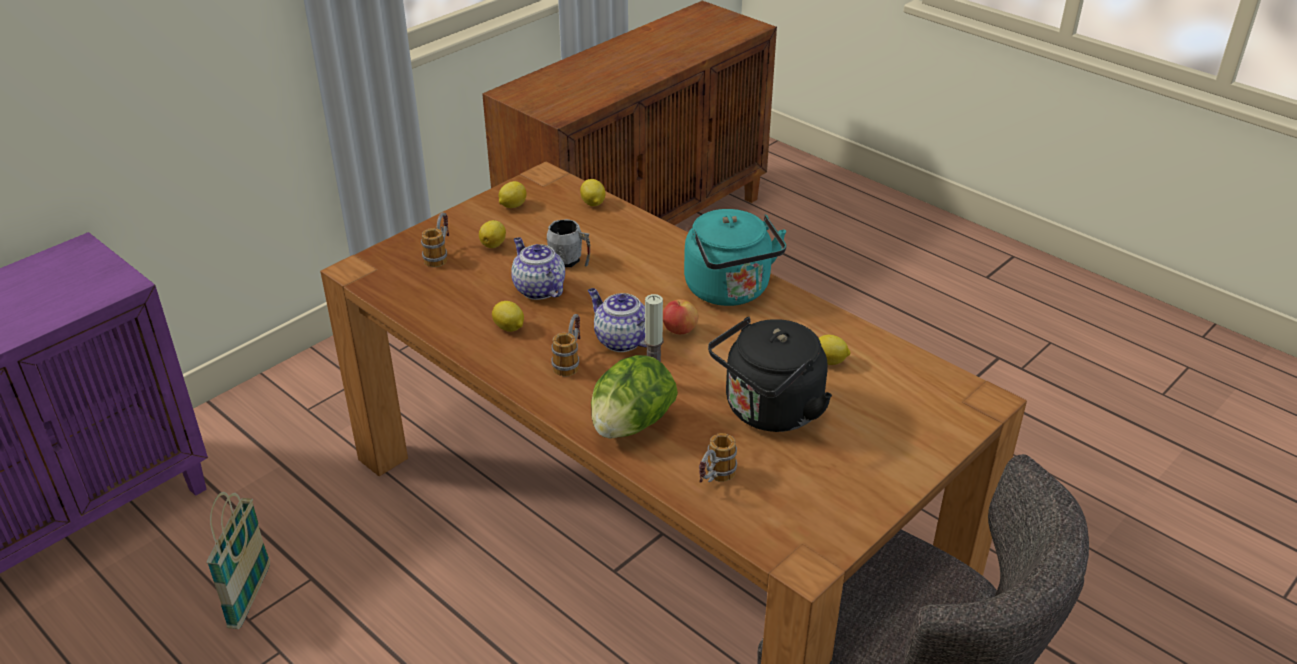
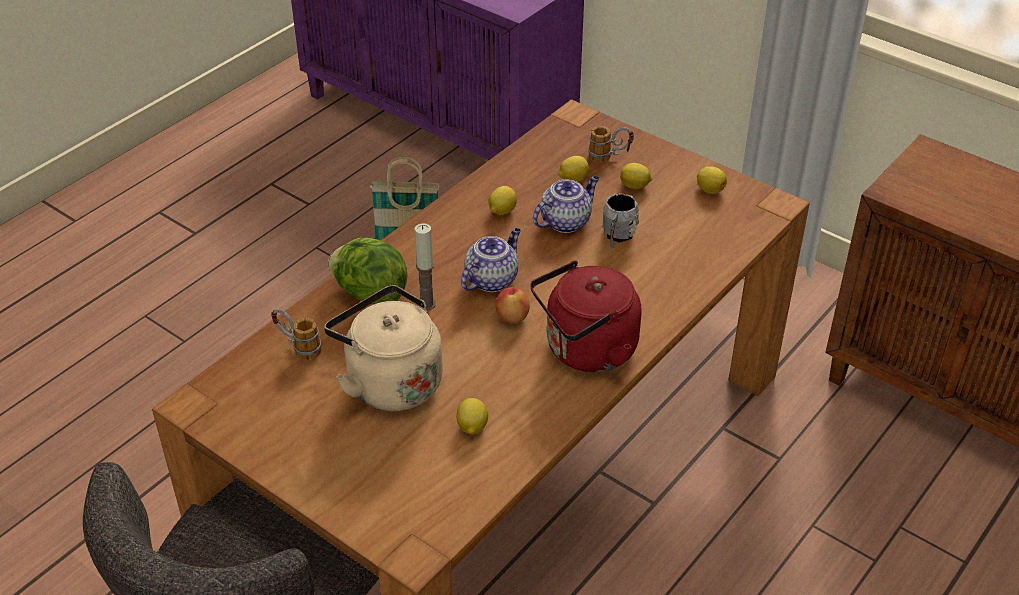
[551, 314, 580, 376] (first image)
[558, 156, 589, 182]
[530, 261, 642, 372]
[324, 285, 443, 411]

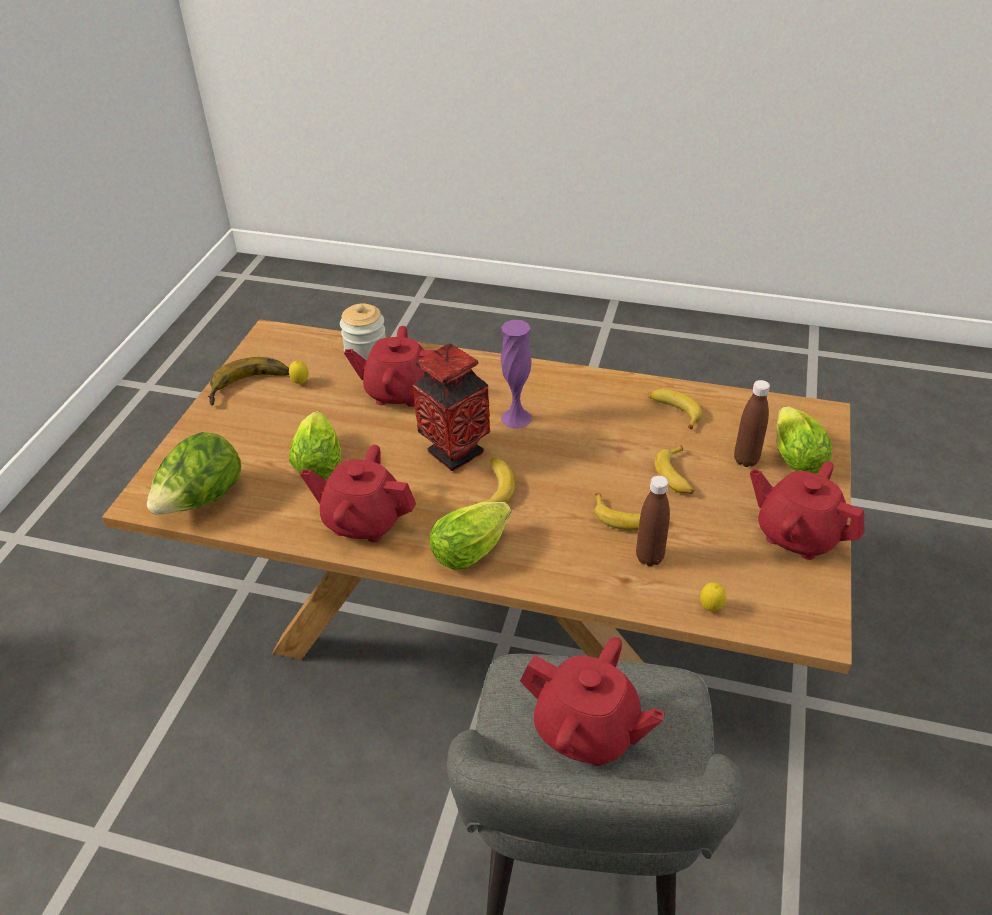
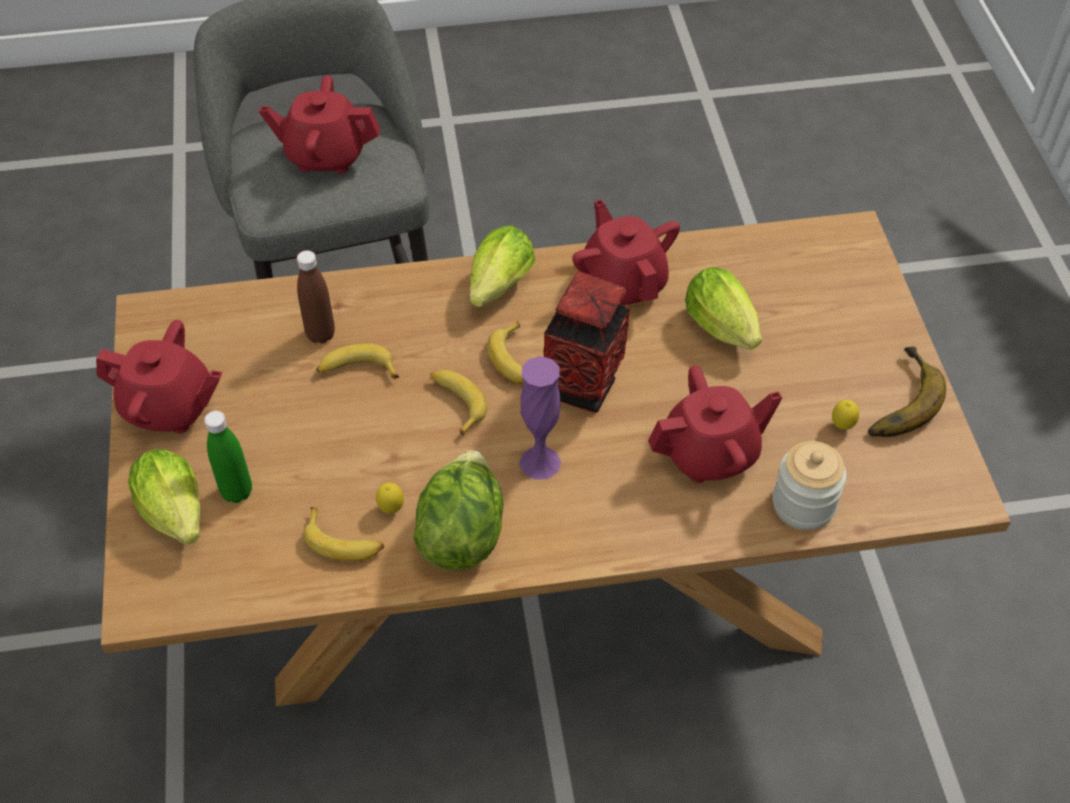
[413, 450, 504, 571]
[430, 370, 487, 436]
[376, 483, 404, 514]
[204, 411, 252, 503]
[572, 199, 680, 305]

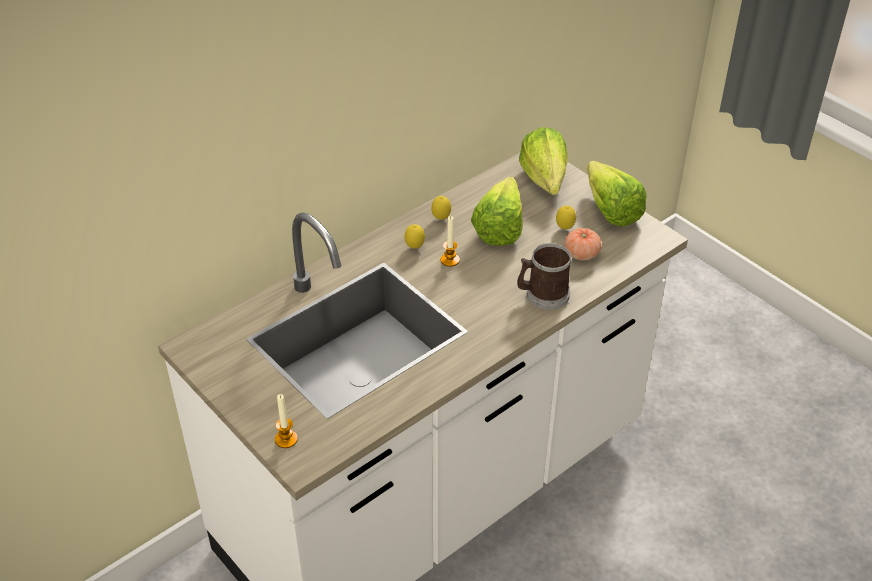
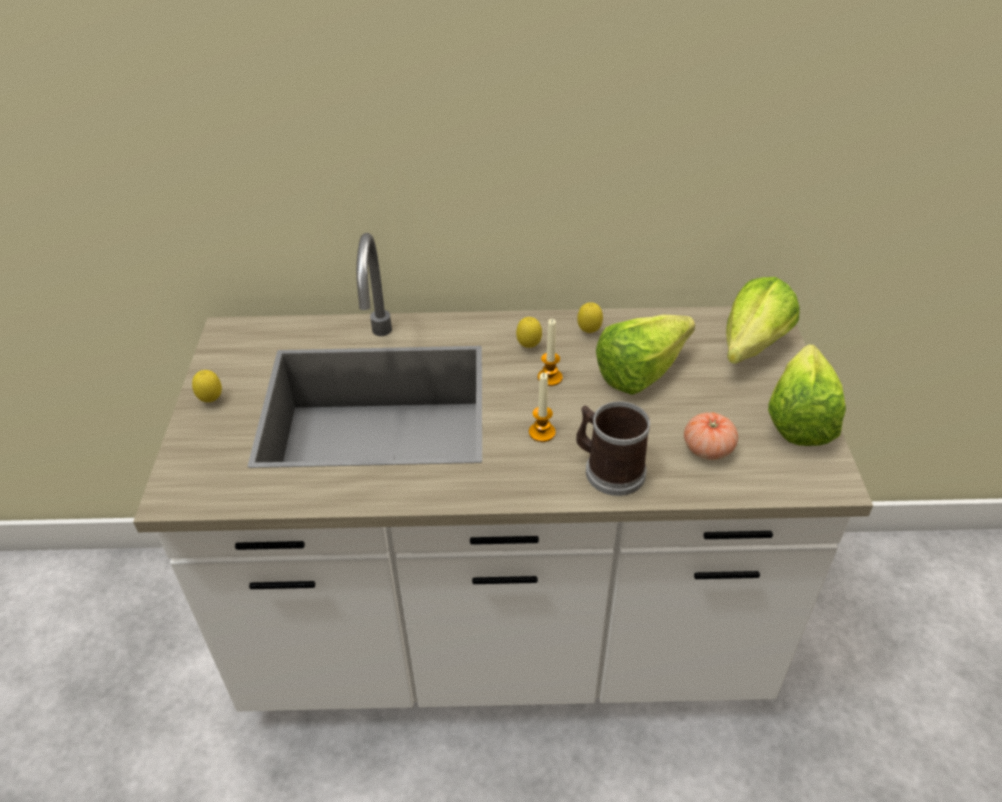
[529, 373, 556, 442]
[192, 370, 222, 402]

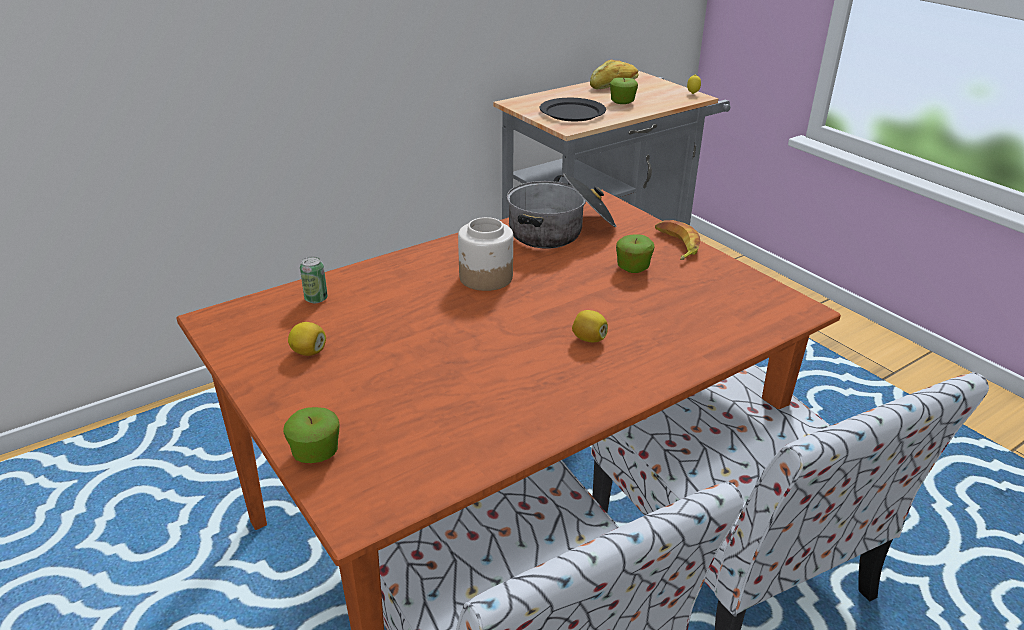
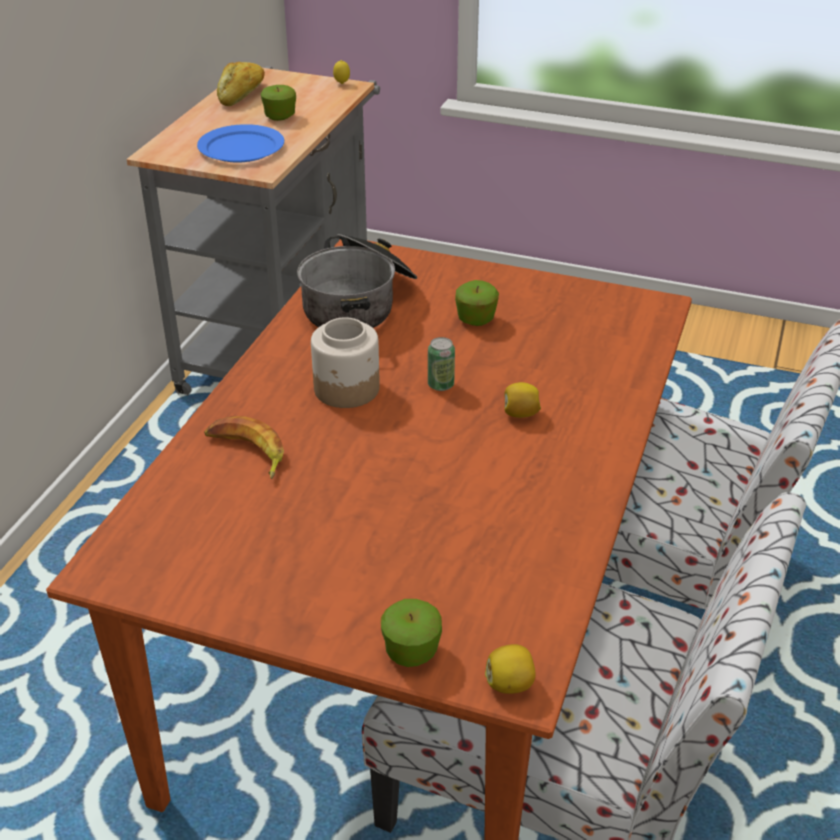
[485, 644, 535, 694]
[428, 337, 455, 391]
[204, 416, 284, 479]
[197, 124, 284, 163]

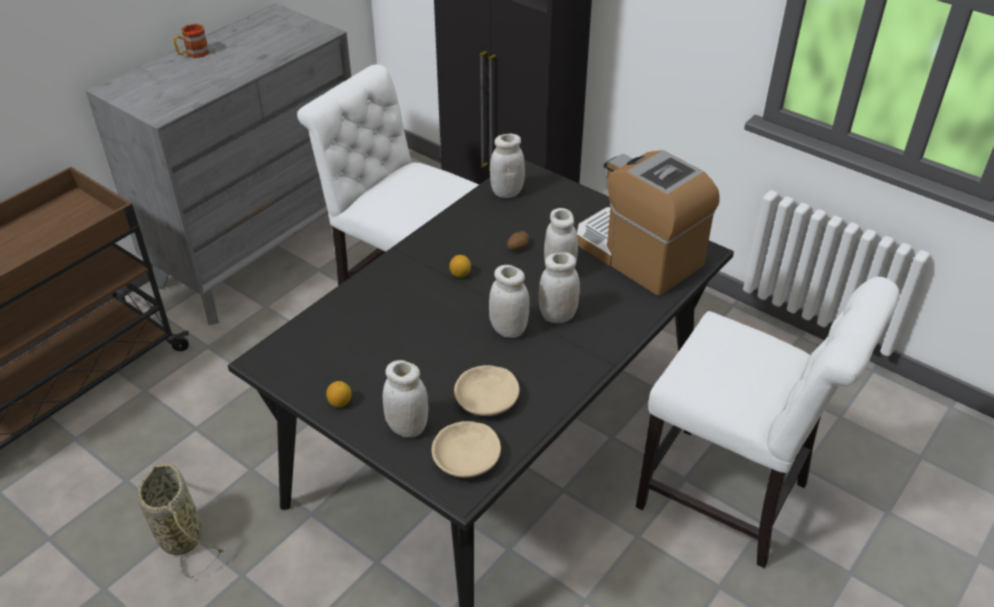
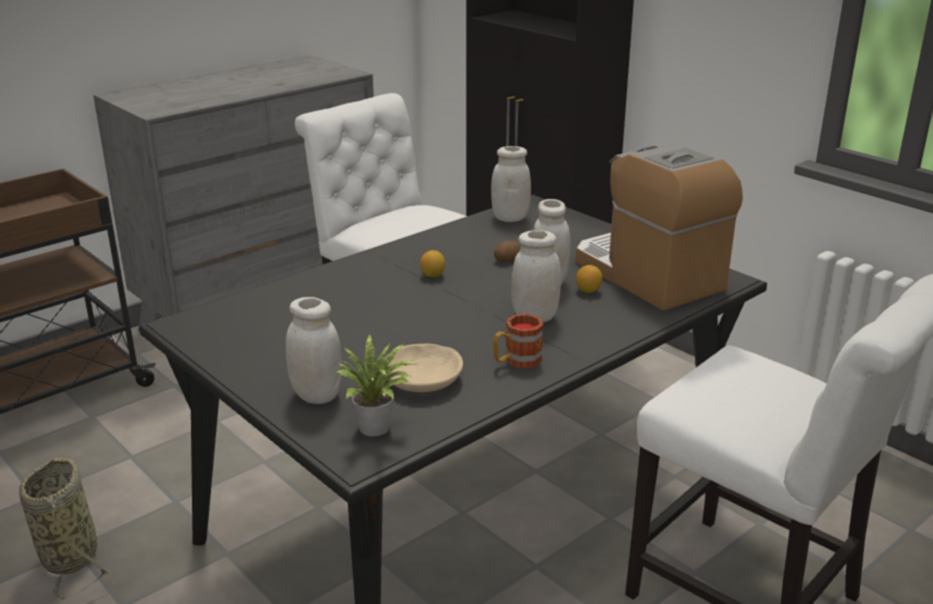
[489, 265, 529, 338] (first image)
[493, 314, 544, 368]
[576, 265, 603, 293]
[336, 334, 416, 436]

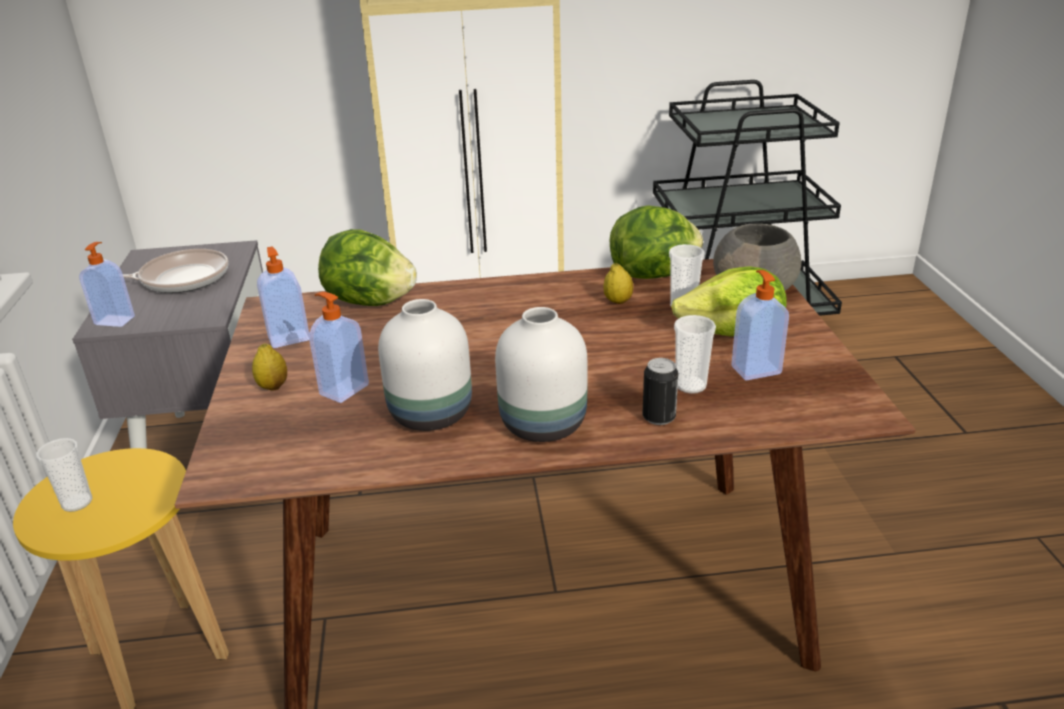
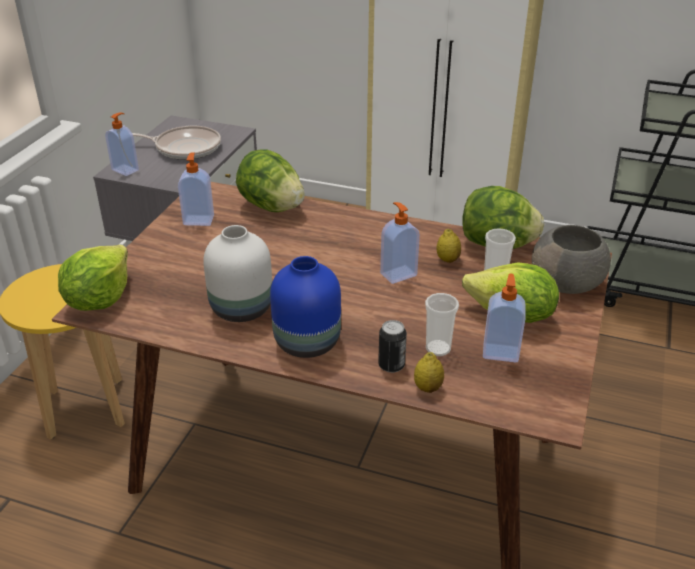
[36, 438, 92, 512] (first image)
[58, 245, 128, 311]
[414, 352, 444, 393]
[380, 202, 420, 284]
[270, 256, 341, 358]

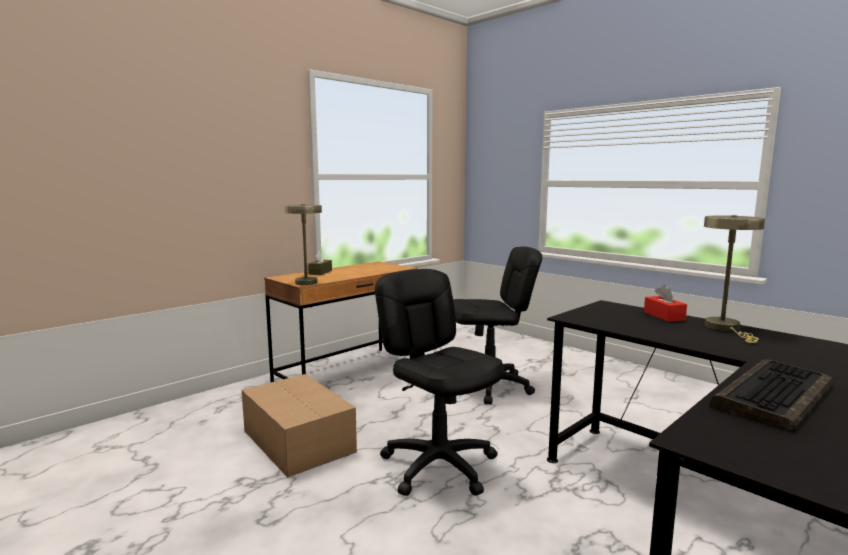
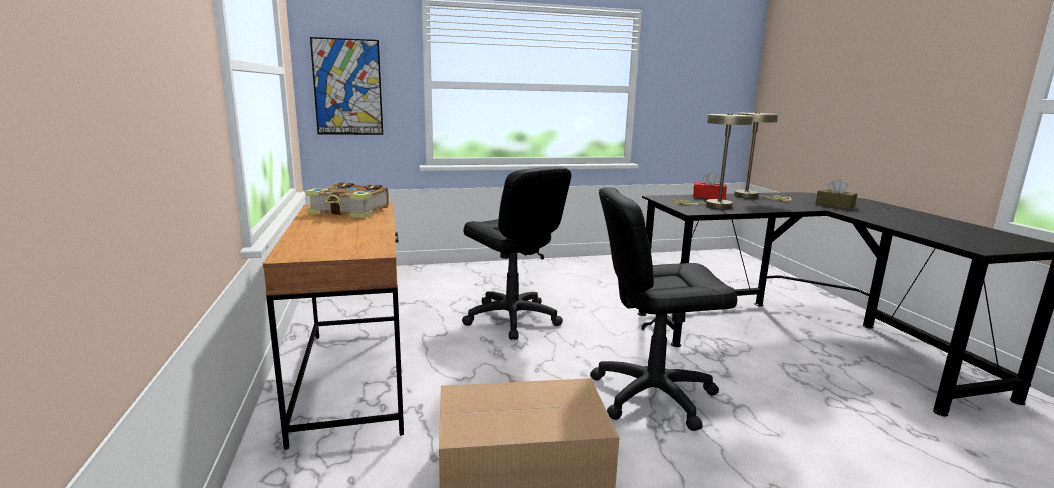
[710, 359, 834, 433] (first image)
[305, 182, 389, 218]
[310, 37, 383, 135]
[672, 113, 753, 209]
[816, 179, 857, 209]
[462, 166, 571, 340]

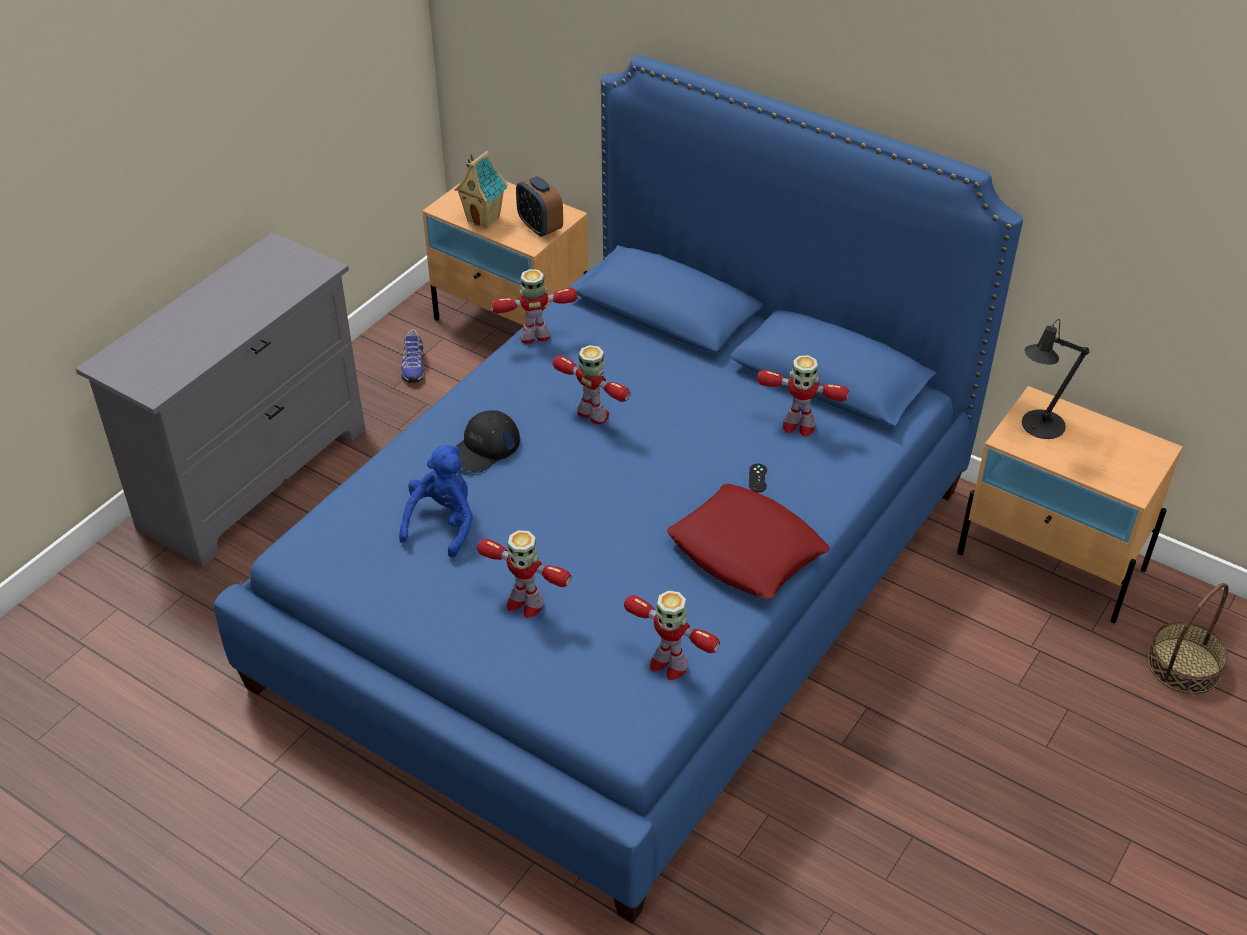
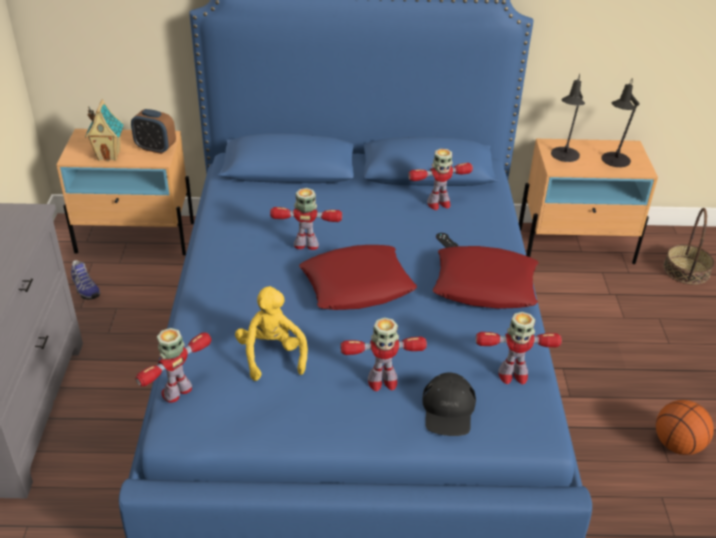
[299, 245, 417, 310]
[601, 78, 640, 167]
[656, 400, 714, 455]
[422, 372, 476, 436]
[135, 328, 211, 403]
[235, 286, 308, 381]

